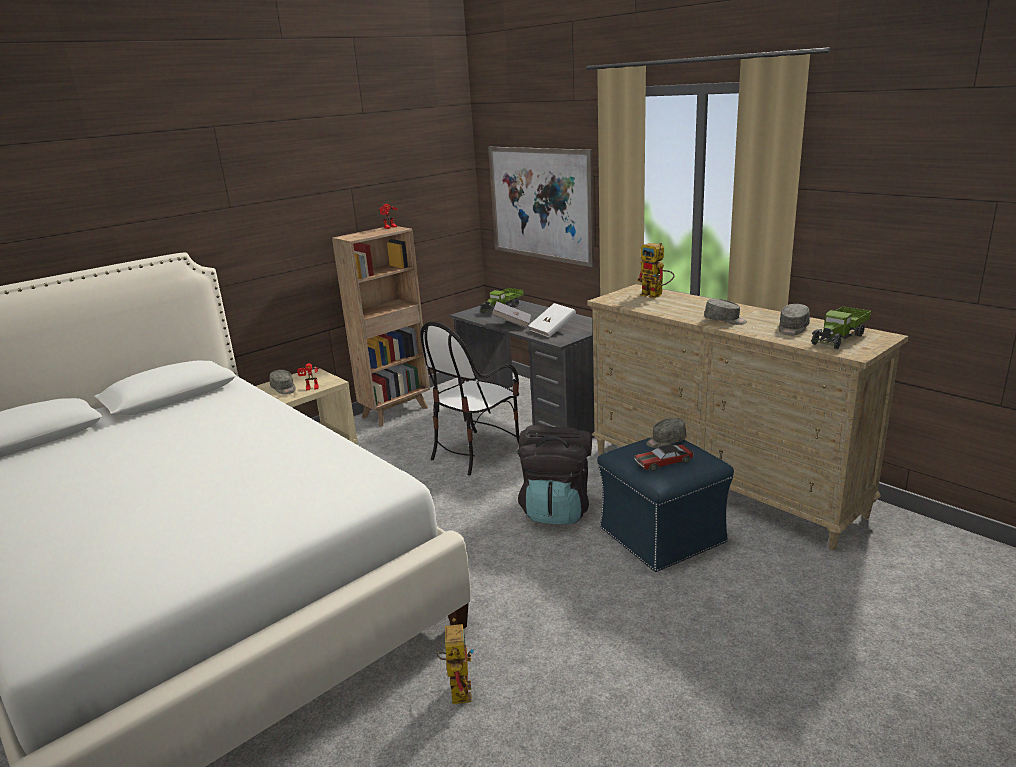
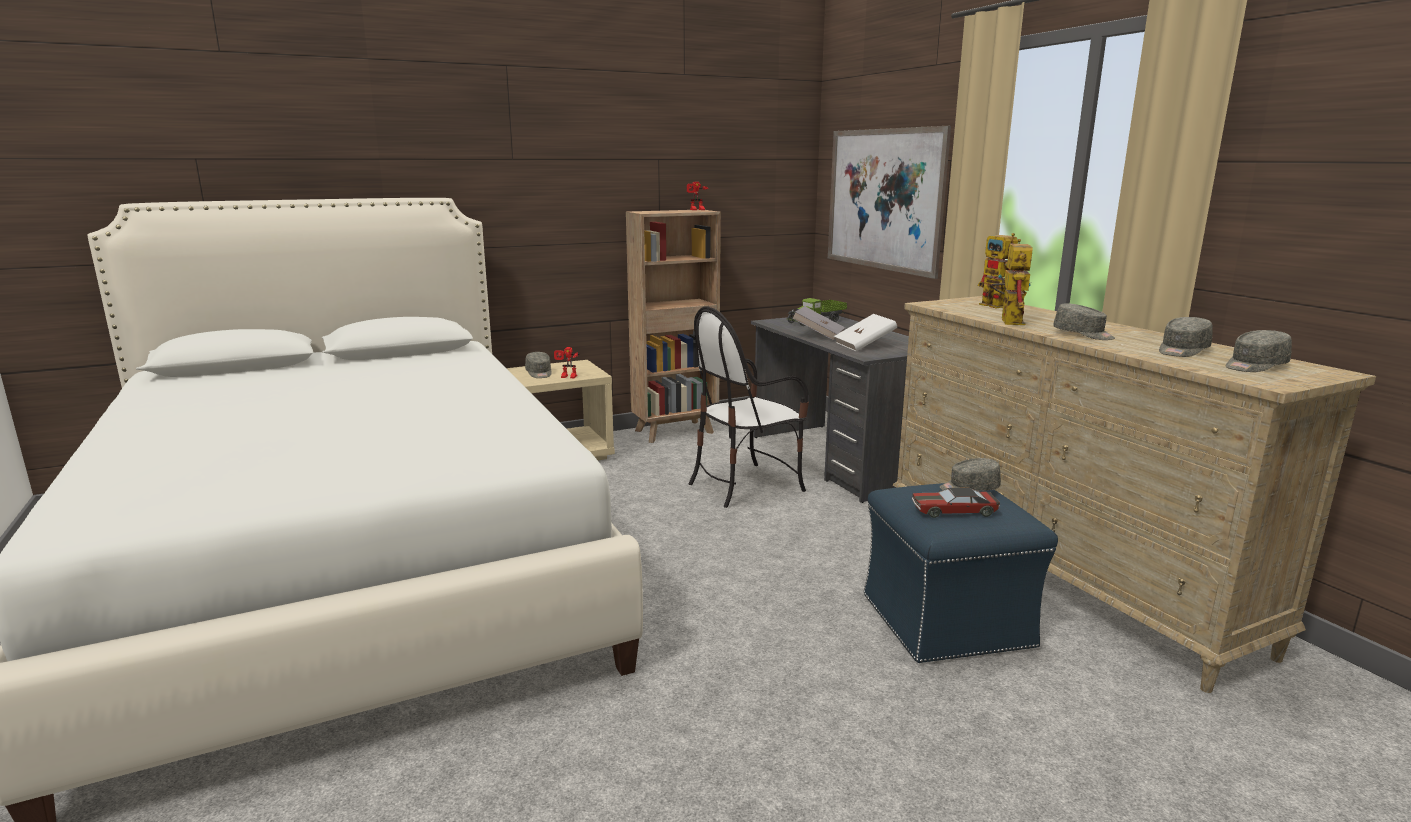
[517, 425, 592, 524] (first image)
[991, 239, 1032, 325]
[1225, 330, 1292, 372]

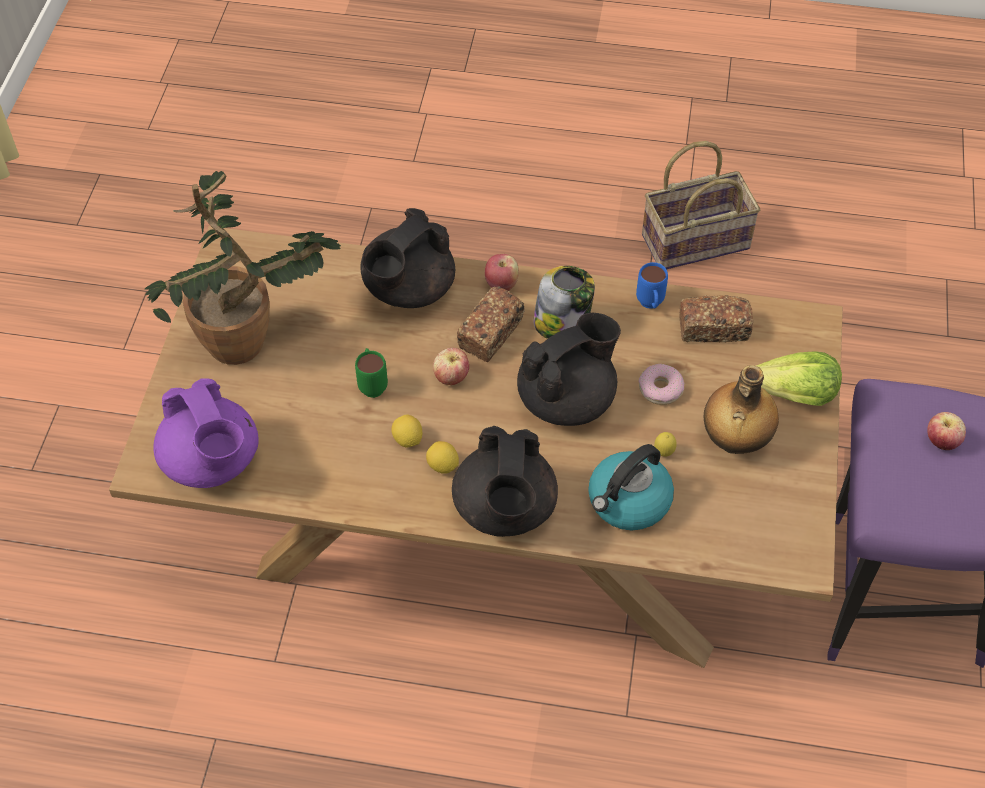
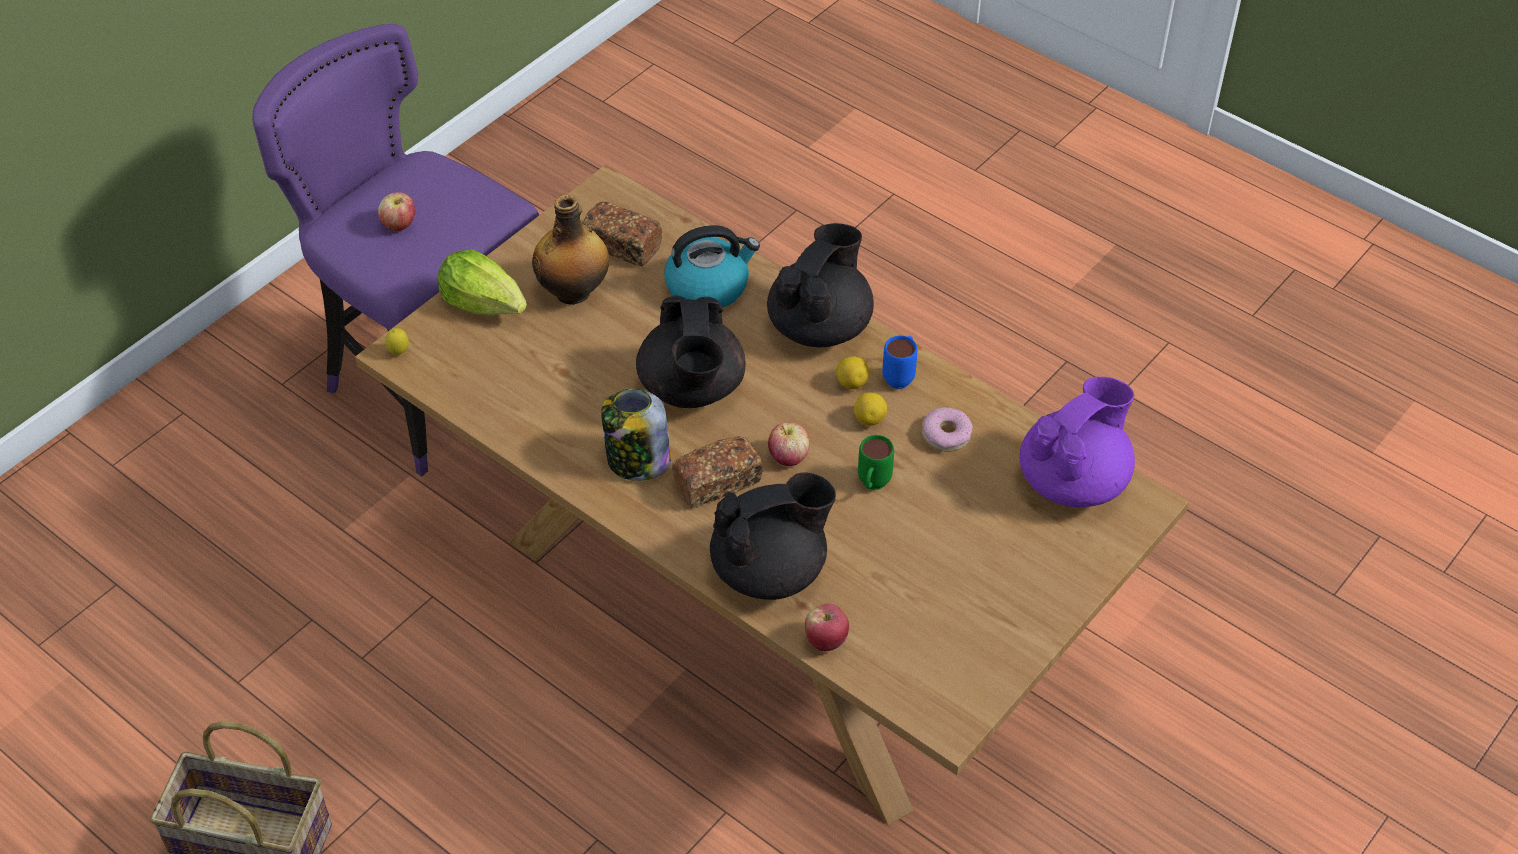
[145, 171, 341, 365] (first image)
[805, 603, 849, 652]
[882, 335, 917, 389]
[922, 407, 973, 452]
[385, 328, 409, 355]
[581, 201, 662, 266]
[1019, 377, 1135, 507]
[636, 295, 746, 408]

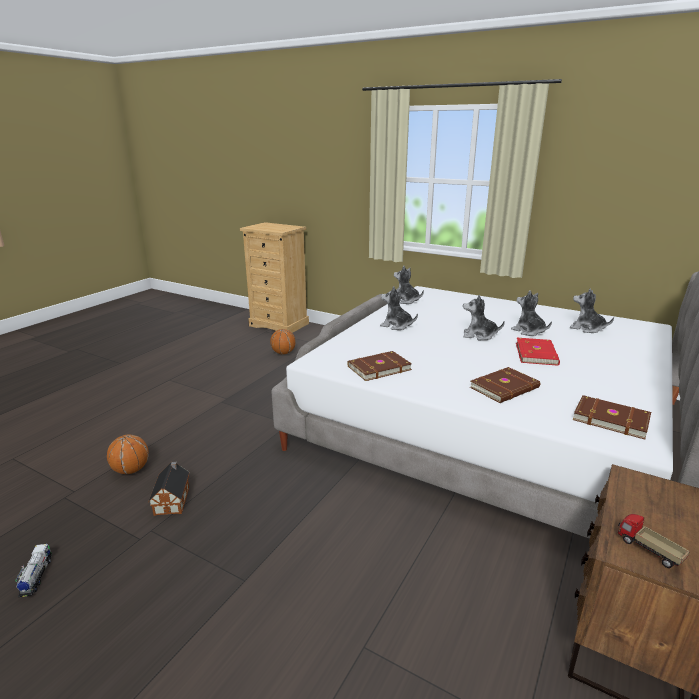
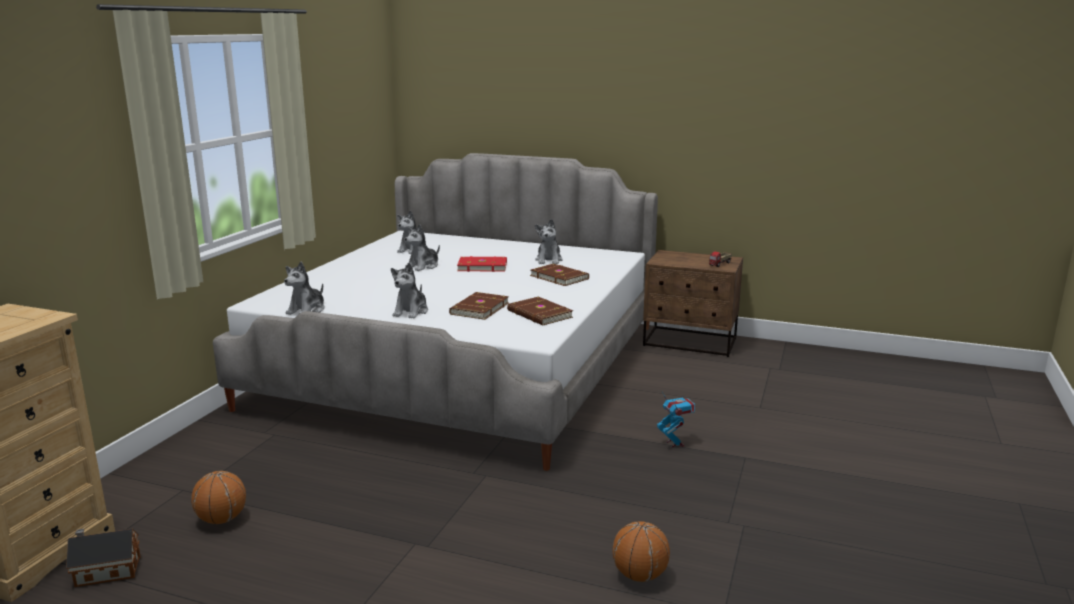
[15, 544, 52, 597] (first image)
[657, 392, 695, 447]
[66, 529, 141, 587]
[535, 219, 563, 265]
[449, 292, 509, 320]

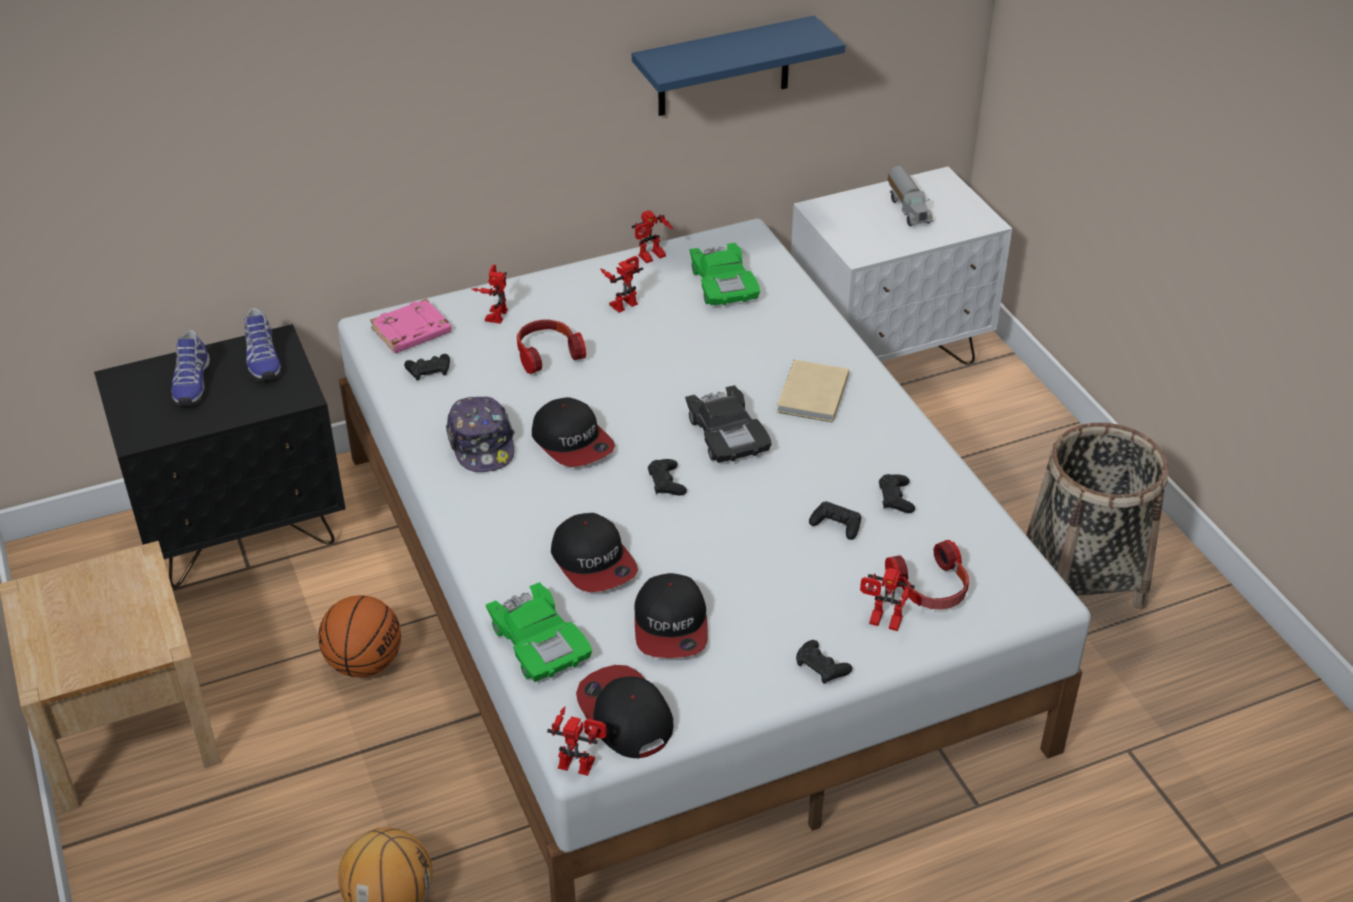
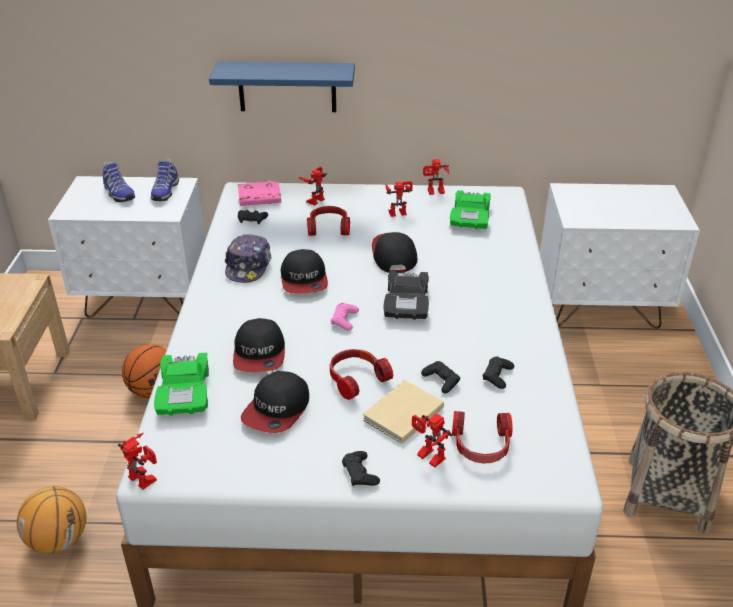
[888, 166, 933, 226] (first image)
[330, 349, 393, 400]
[372, 232, 417, 273]
[209, 62, 355, 112]
[363, 380, 444, 444]
[48, 176, 206, 318]
[331, 303, 359, 330]
[103, 162, 135, 202]

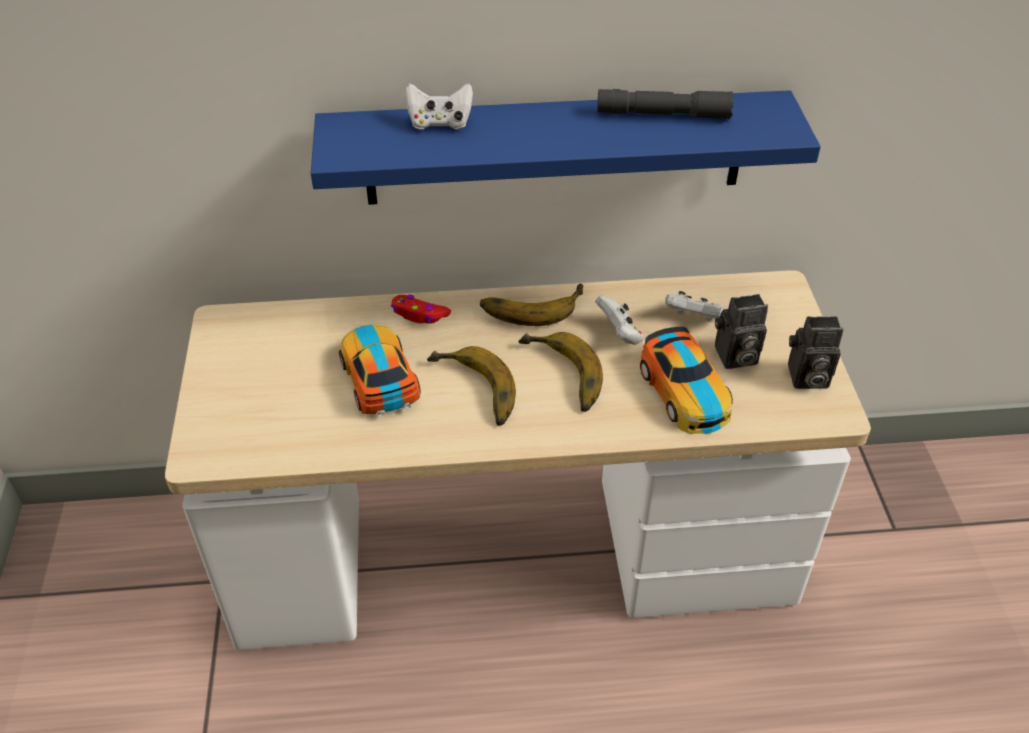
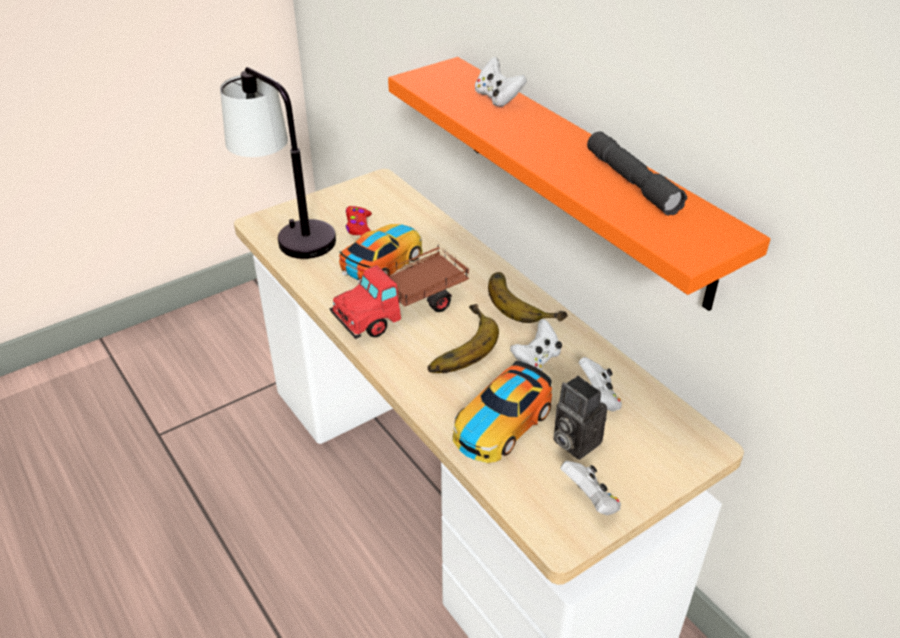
[220, 67, 336, 259]
[346, 206, 372, 236]
[329, 245, 469, 339]
[560, 461, 621, 515]
[388, 57, 771, 311]

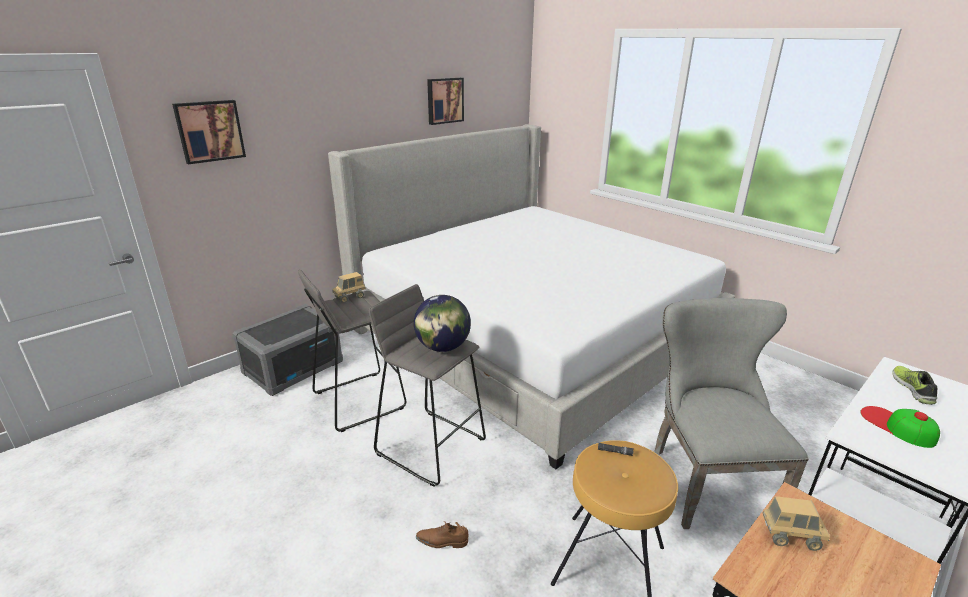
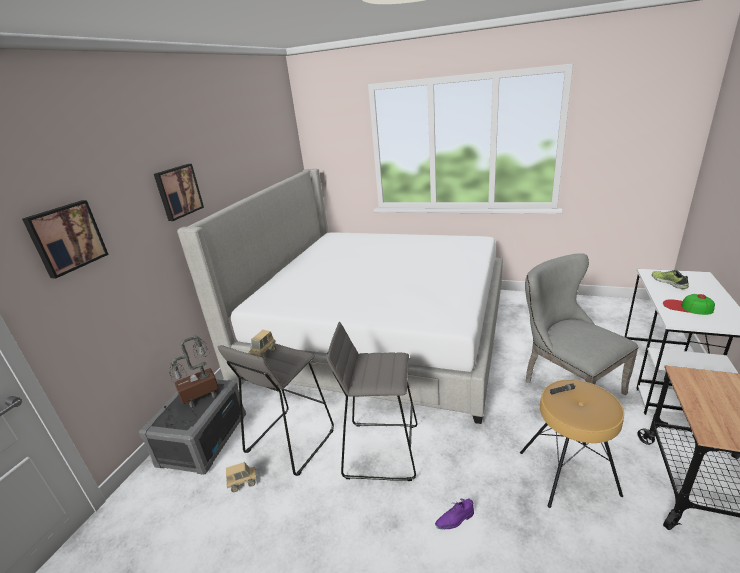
[414, 295, 471, 352] (first image)
[164, 336, 219, 426]
[154, 164, 204, 221]
[226, 462, 257, 492]
[435, 498, 474, 529]

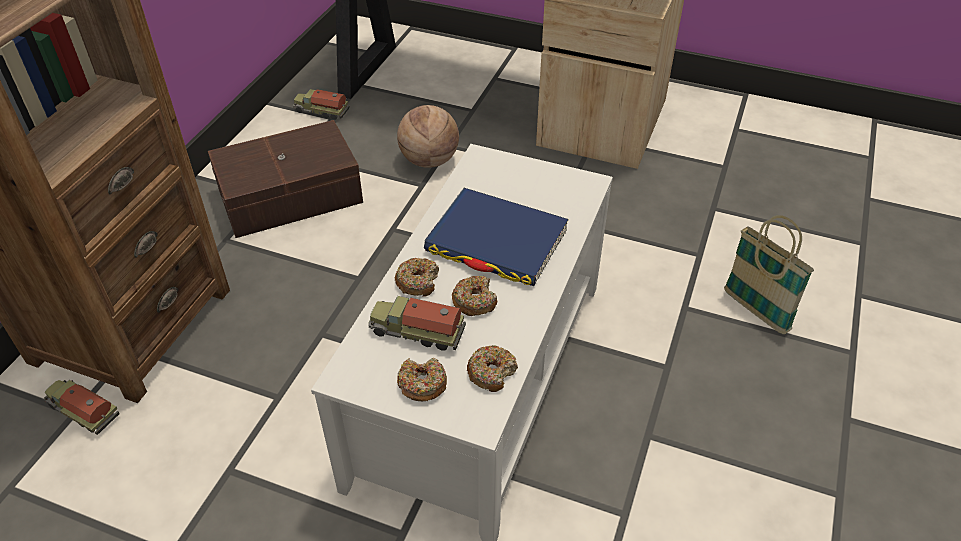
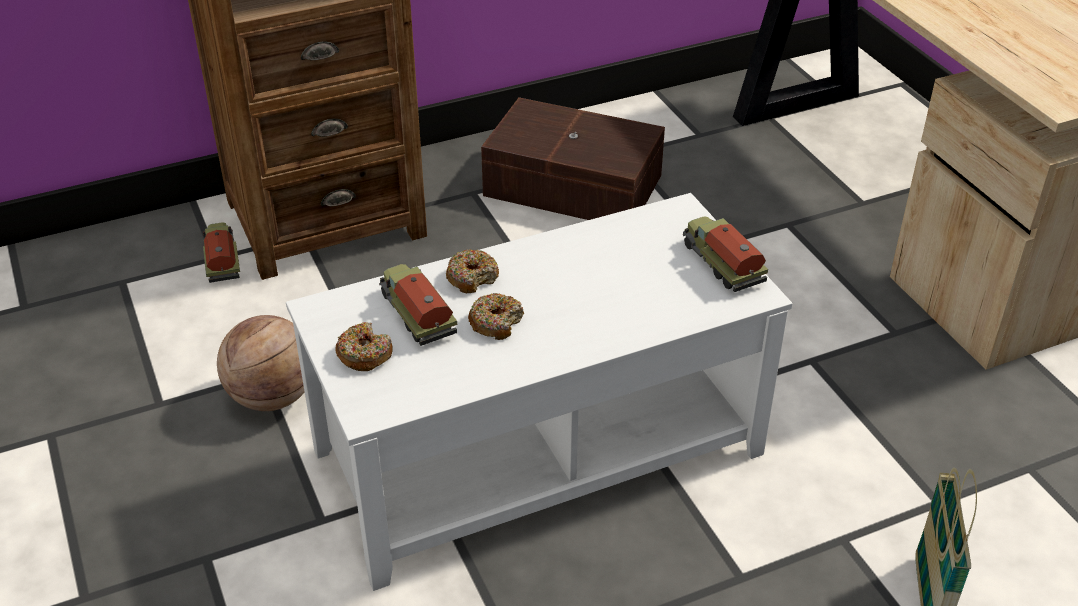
[424, 188, 569, 286] (first image)
[467, 345, 518, 392] (first image)
[683, 216, 768, 292]
[217, 315, 305, 411]

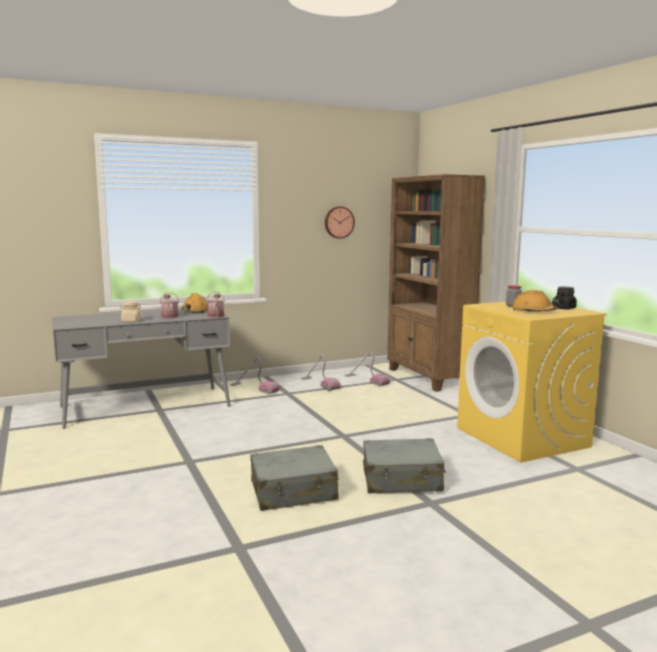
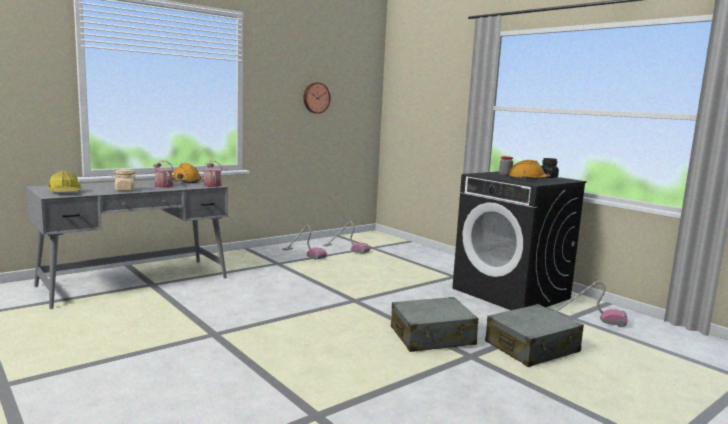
[387, 174, 485, 392] (first image)
[47, 171, 81, 192]
[552, 281, 628, 327]
[485, 304, 584, 367]
[452, 172, 587, 310]

